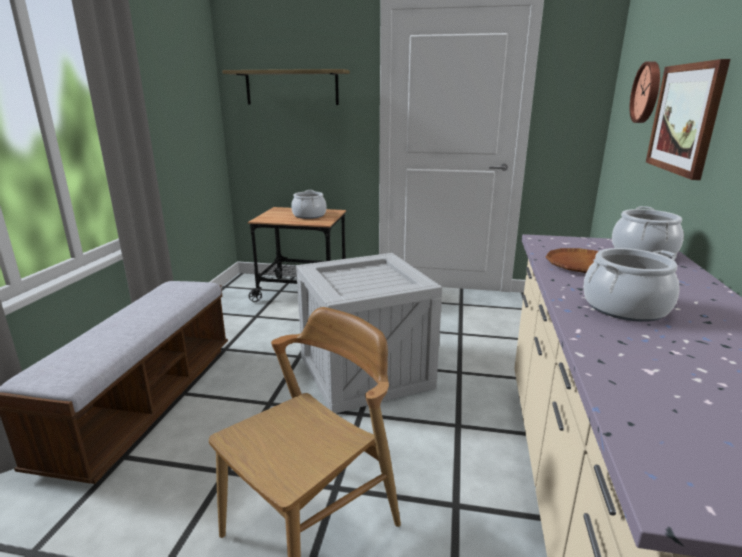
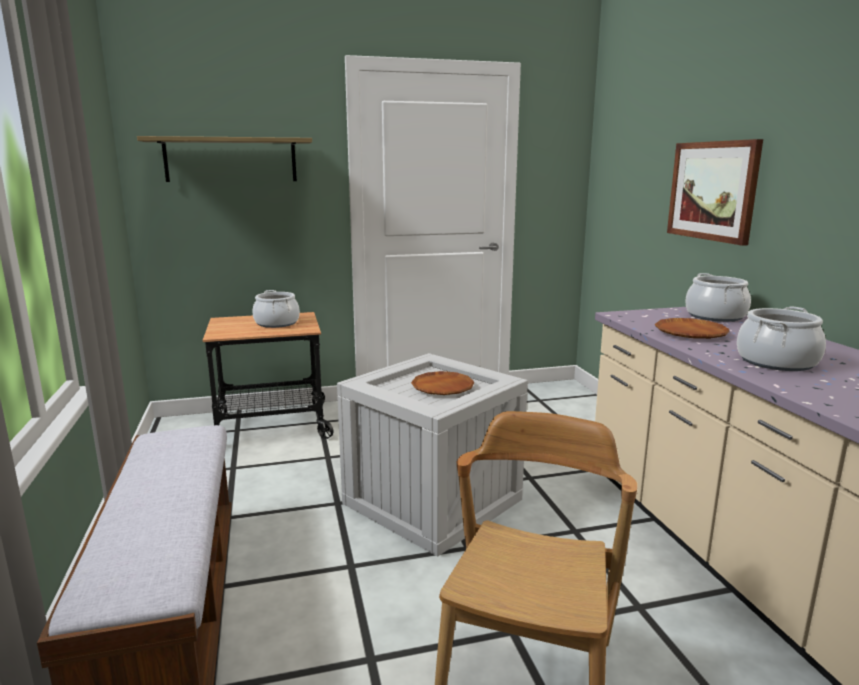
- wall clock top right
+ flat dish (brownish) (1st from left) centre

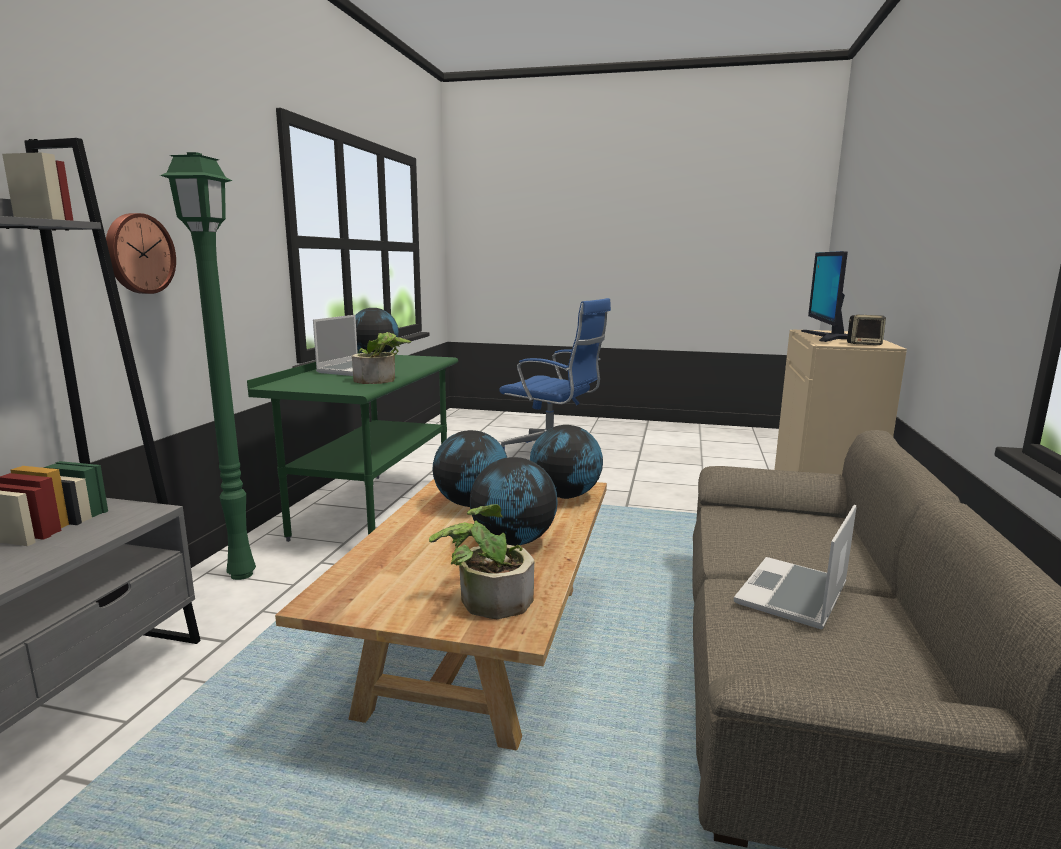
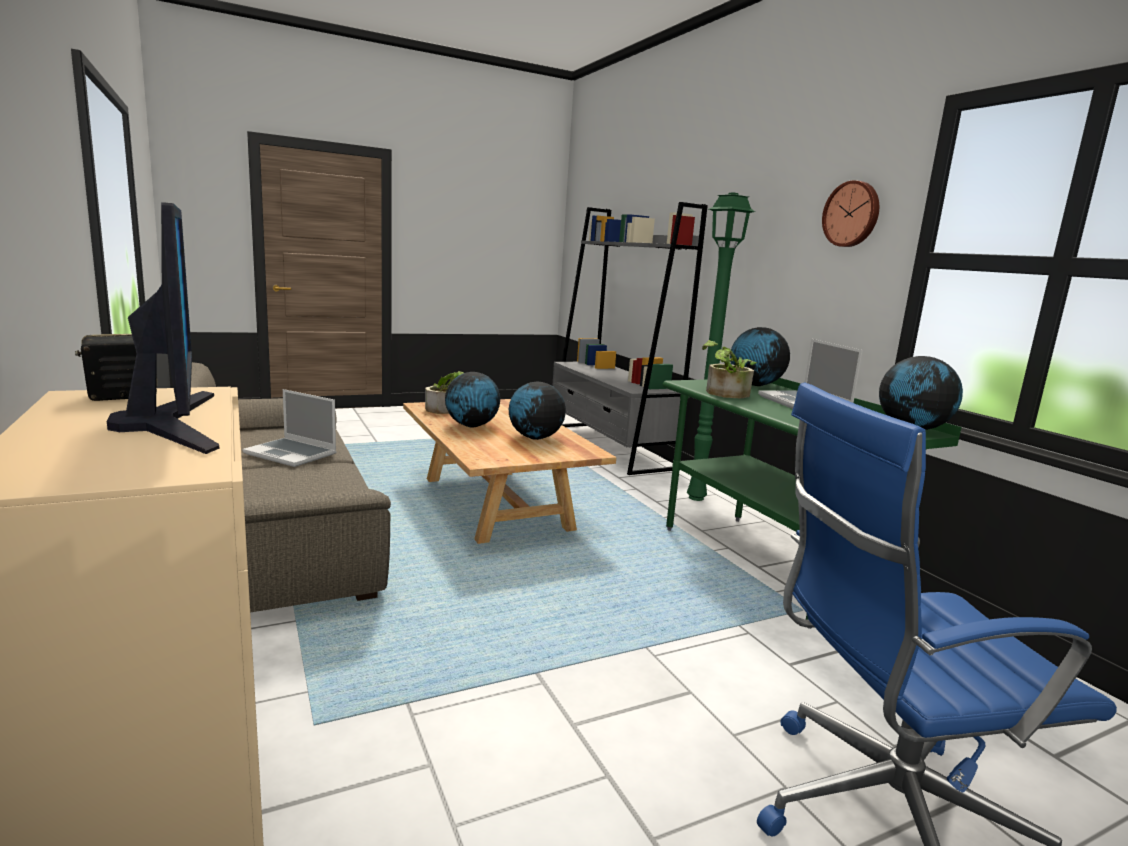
~ wall clock top left to top right
~ world globe (4th from left in the first image) centre to world globe (3rd from left) middle right
~ laptop (2nd from left in the first image) bottom right = middle left 120 degrees clockwise

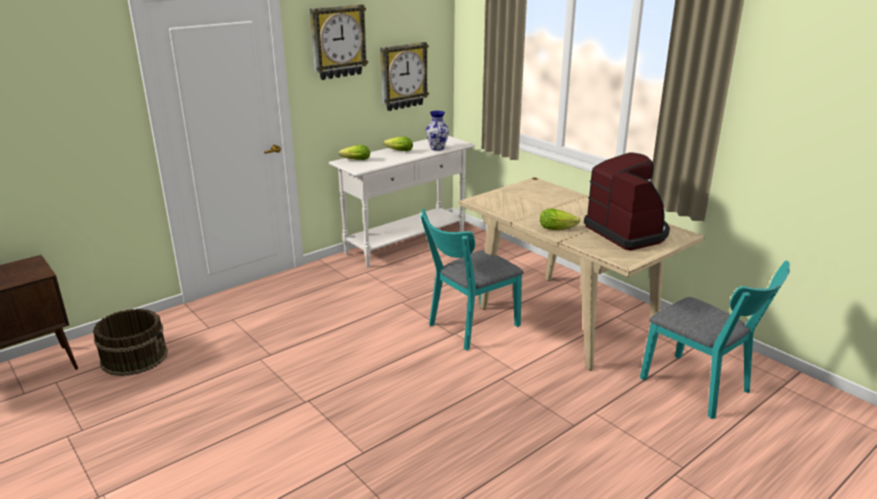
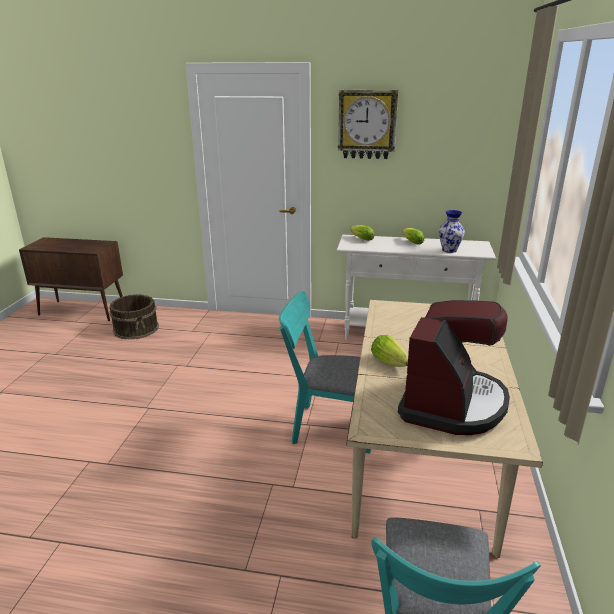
- wall clock (2nd from left) top centre

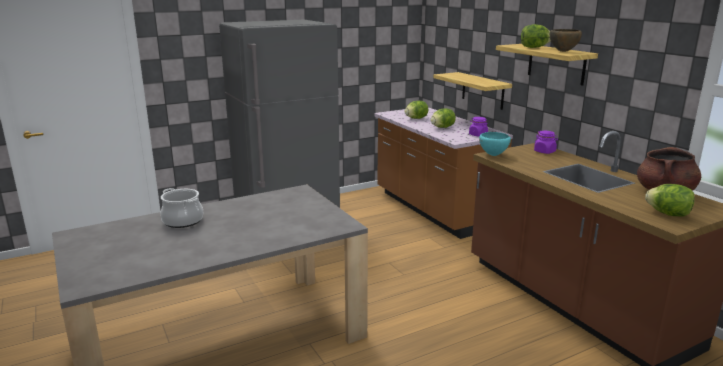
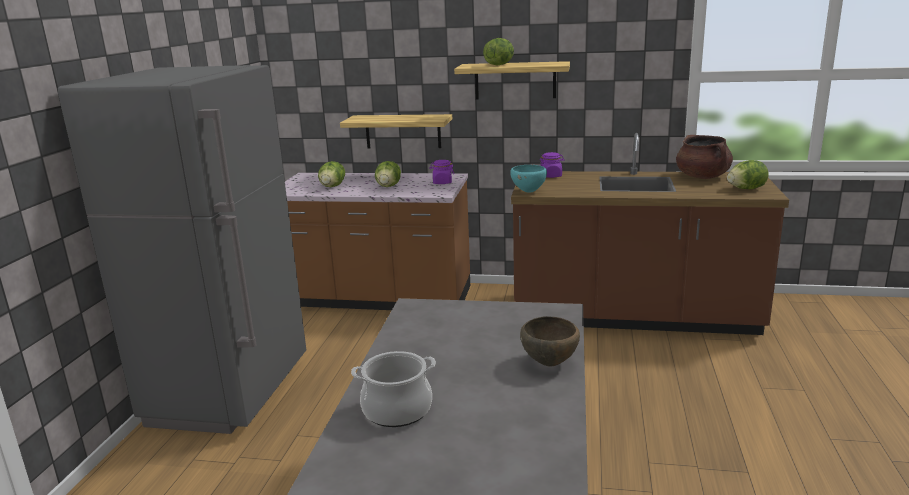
~ serving bowl (brownish) top right to bottom centre

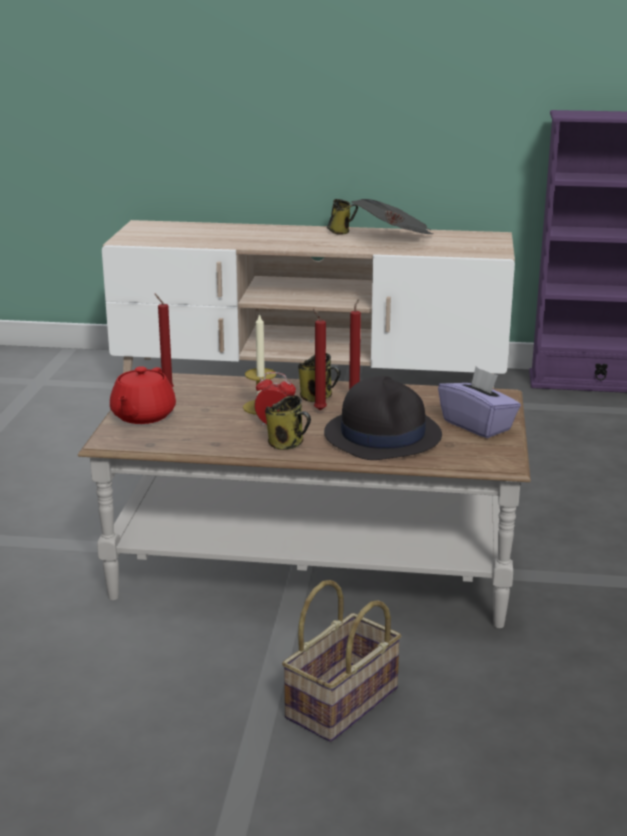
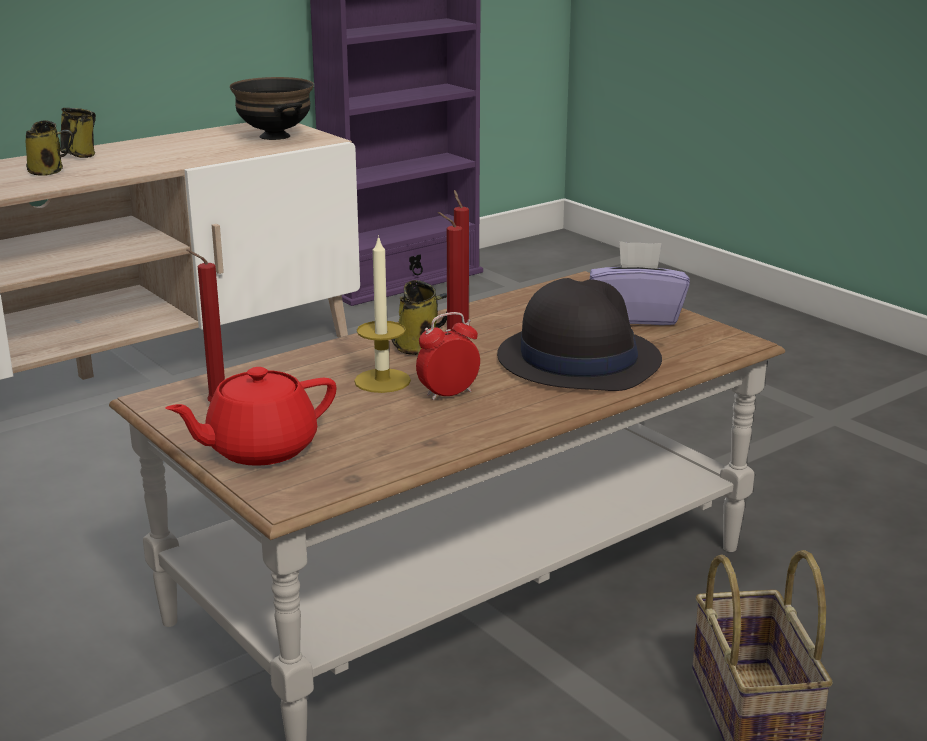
- newspaper top centre
~ teapot (red) middle left = middle left 90 degrees clockwise
~ coffee mug (1st from left) centre to top left
+ serving bowl (blackish) top left

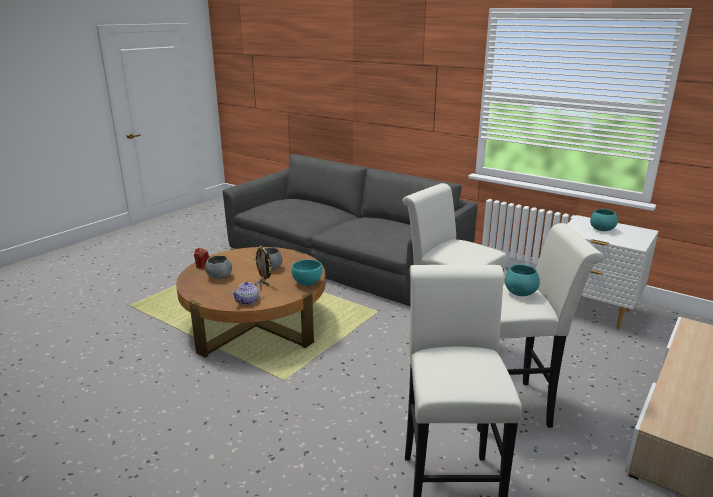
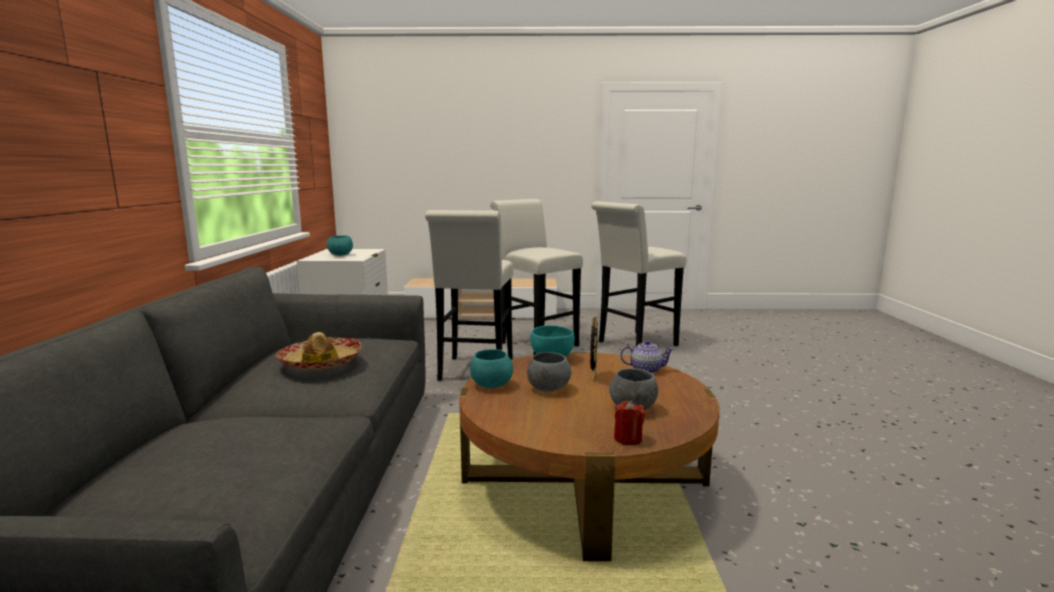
~ serving bowl (blue-green) (2nd from left) middle right to centre
+ clothing hat middle left

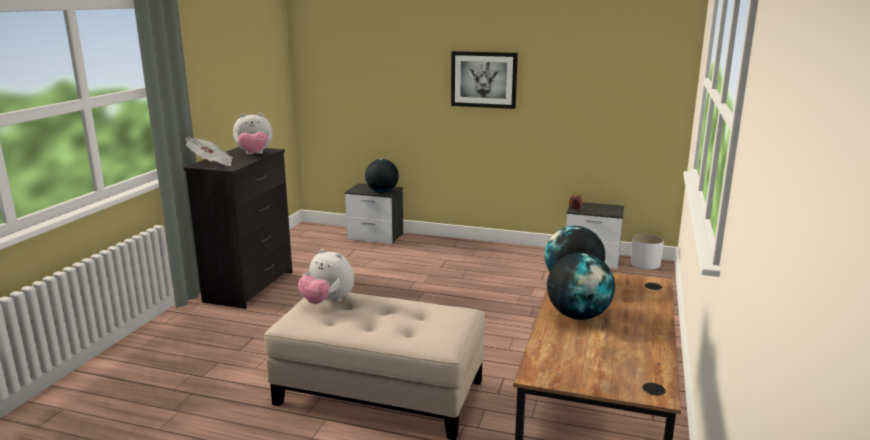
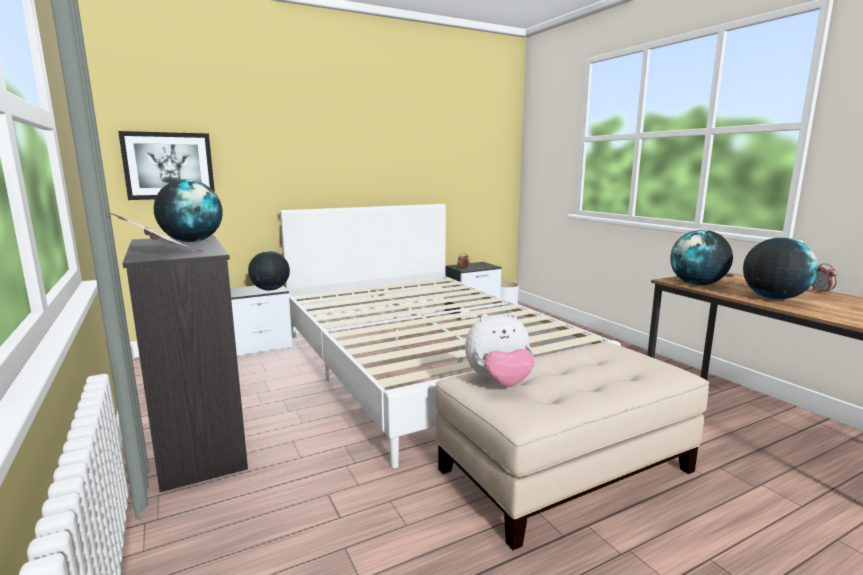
~ wall art top centre to top left
~ plush toy (1st from left) top left to world globe (1st from left) middle left
+ bed (white) centre
+ bedside clock (2nd from left) middle right

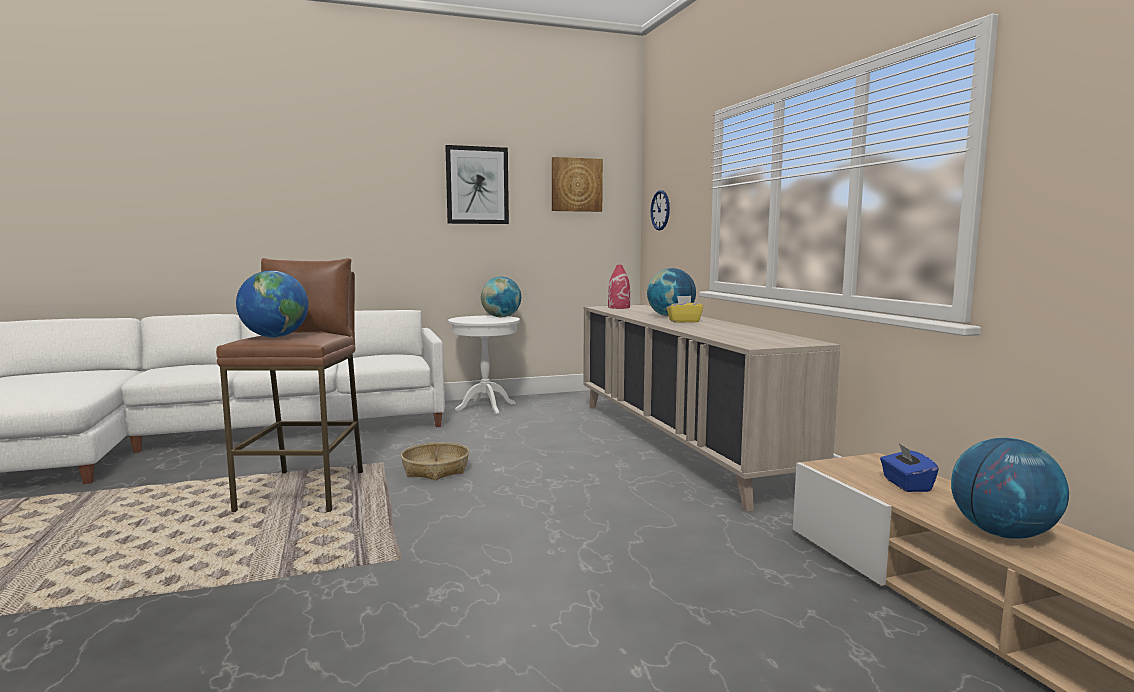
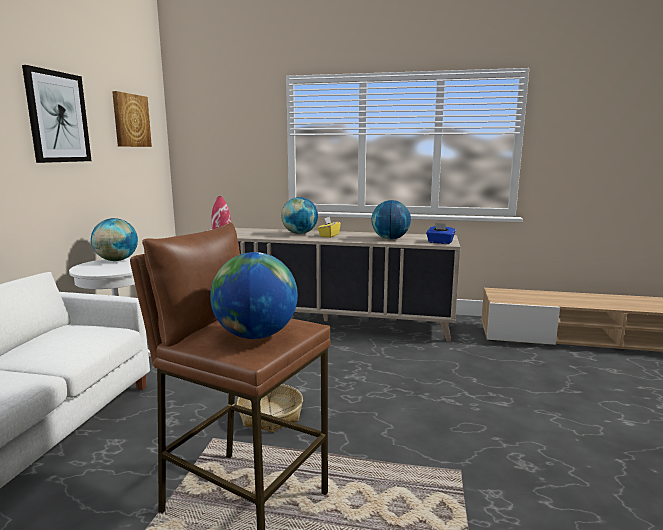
- wall clock top centre
~ world globe (4th from left) bottom right to centre
~ tissue holder (blue-coloured) bottom right to centre

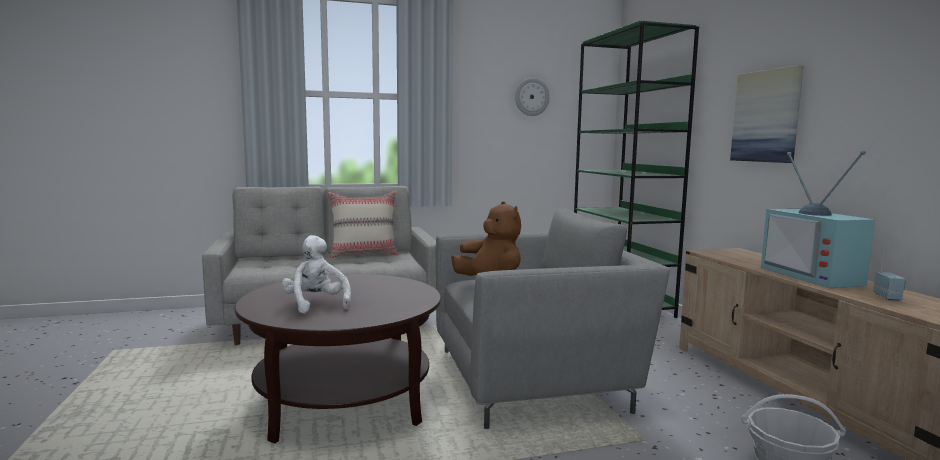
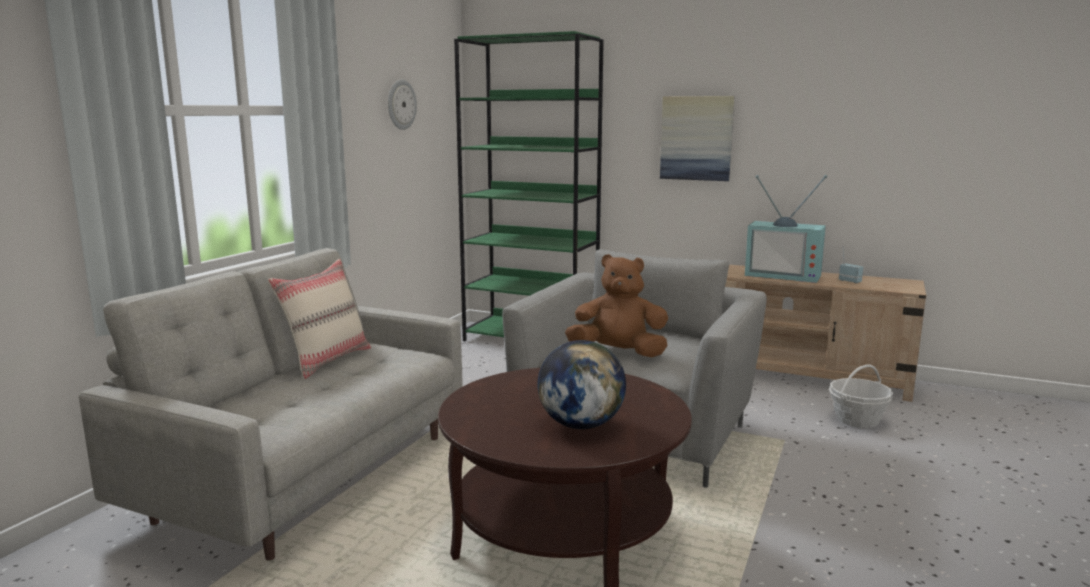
~ plush toy (white) centre to world globe centre

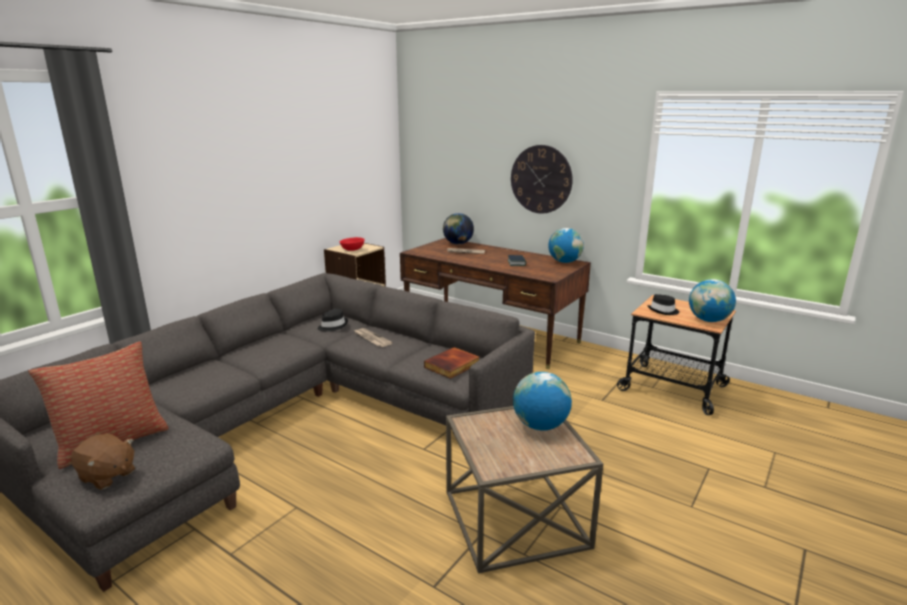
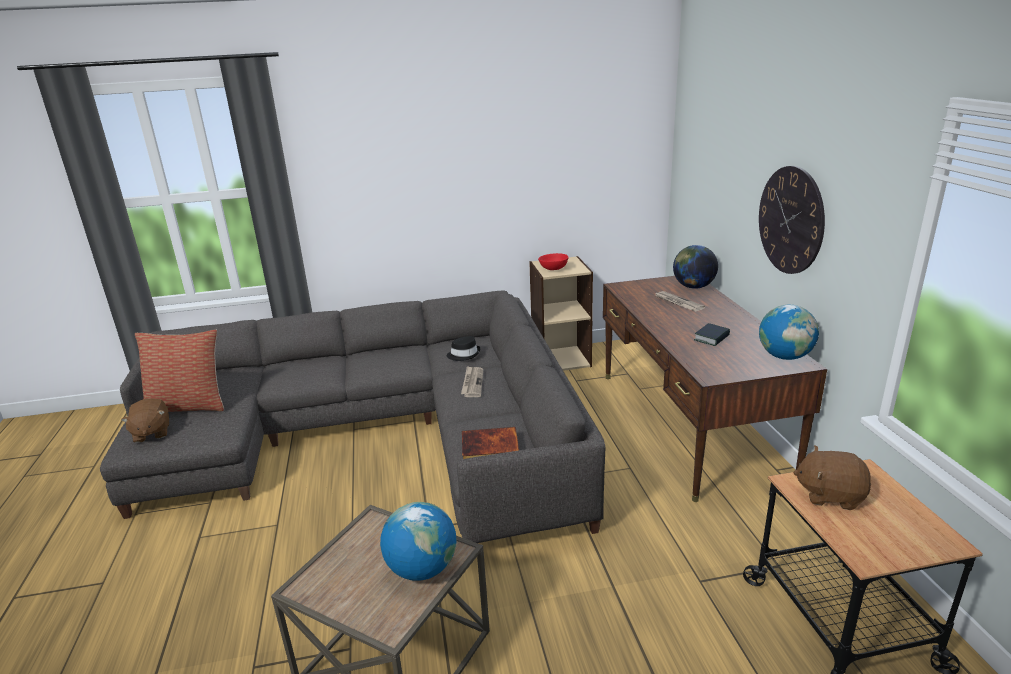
- world globe (4th from left) middle right
~ clothing hat (blackish) (2nd from left) middle right to plush toy (brownish) (2nd from left) bottom right

